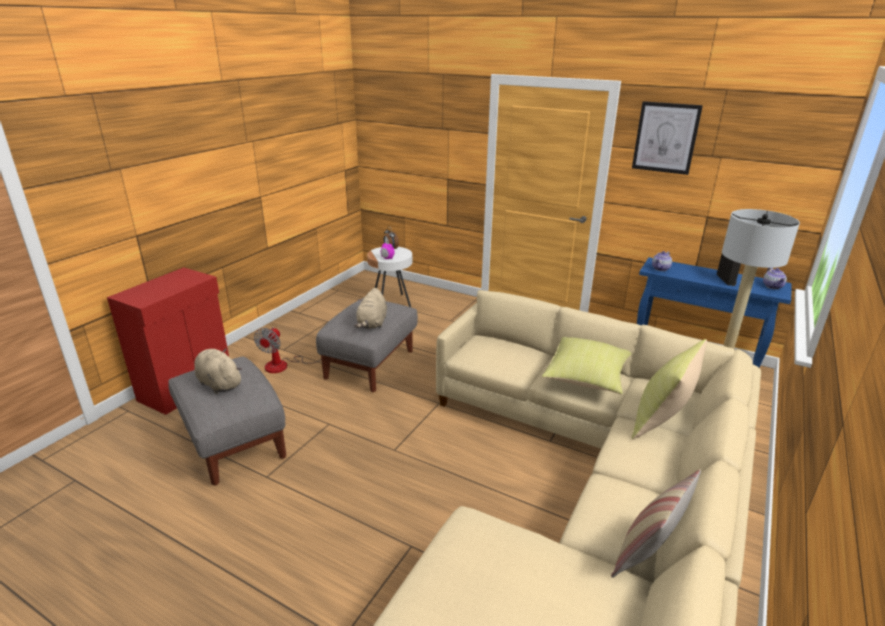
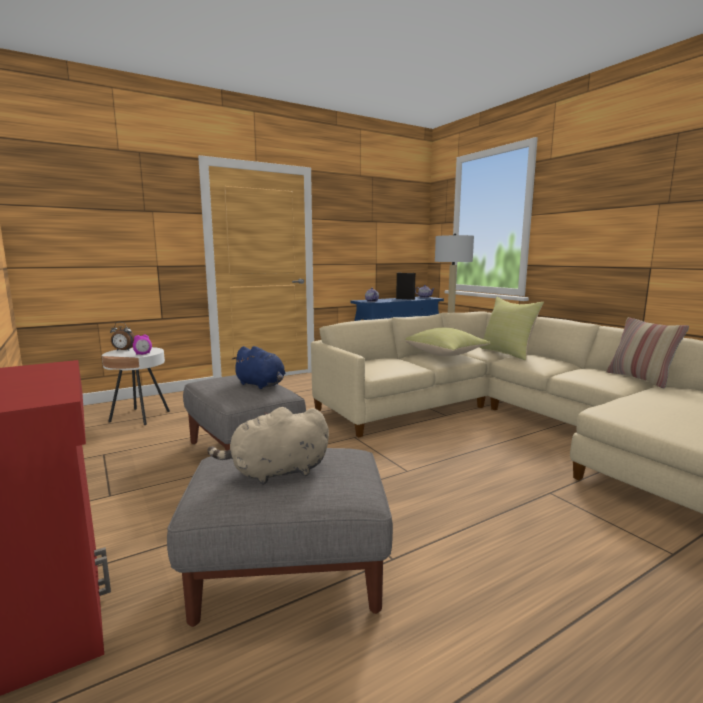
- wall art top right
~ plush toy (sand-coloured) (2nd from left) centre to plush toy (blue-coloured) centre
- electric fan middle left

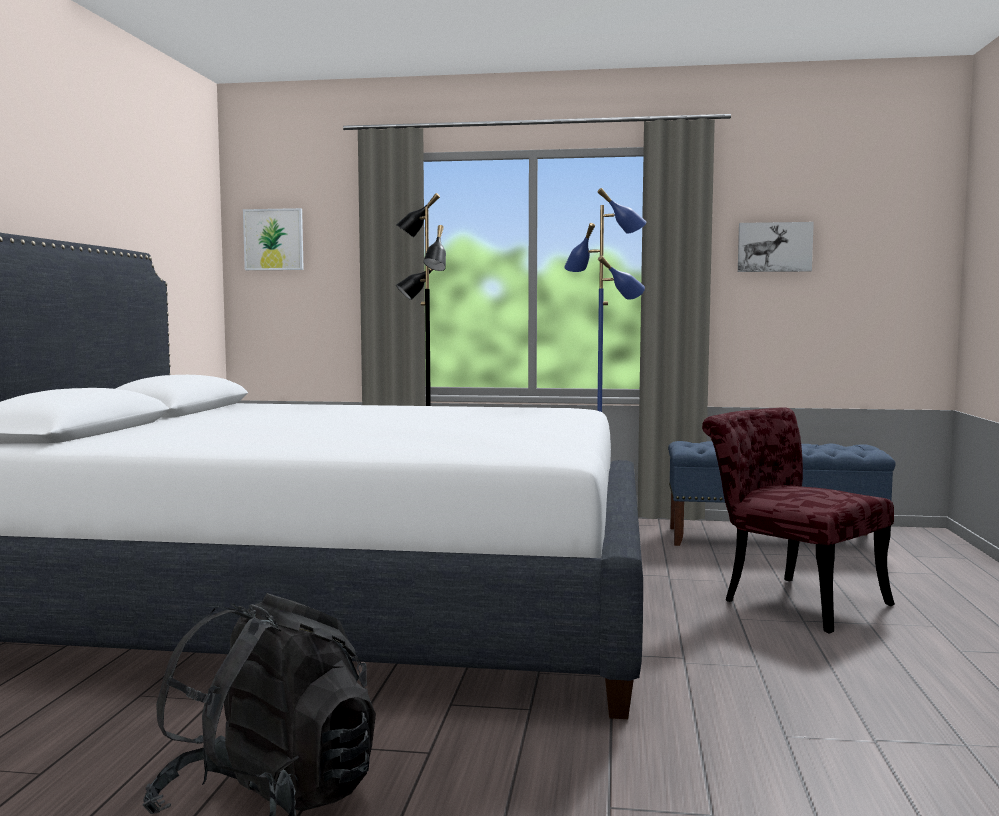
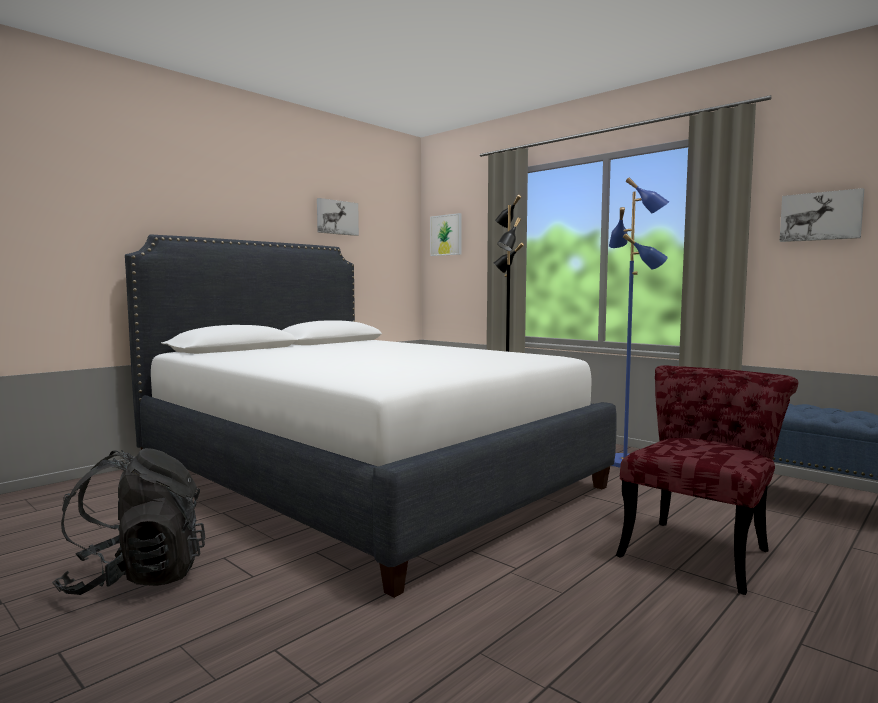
~ chair (red) middle right = bottom right 45 degrees clockwise
+ wall art (1st from left) top centre

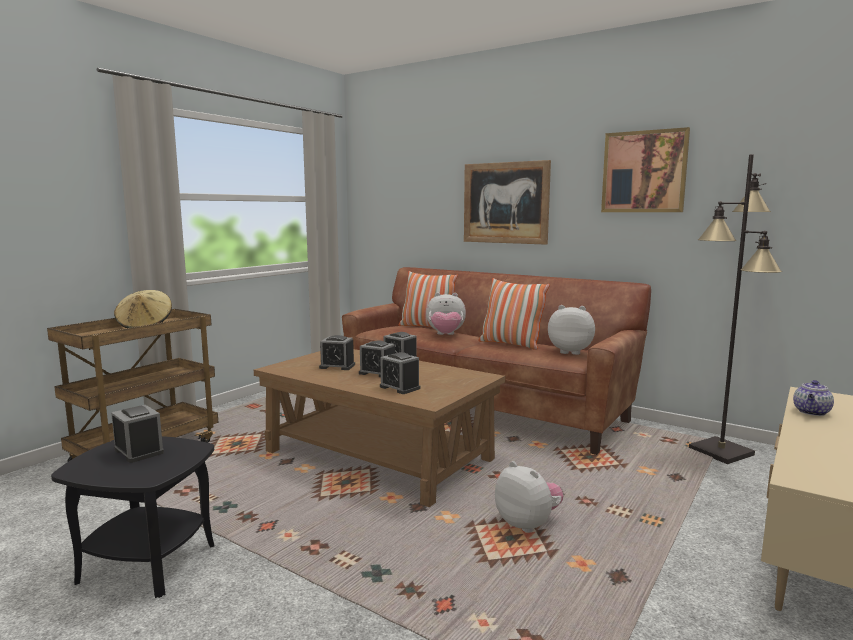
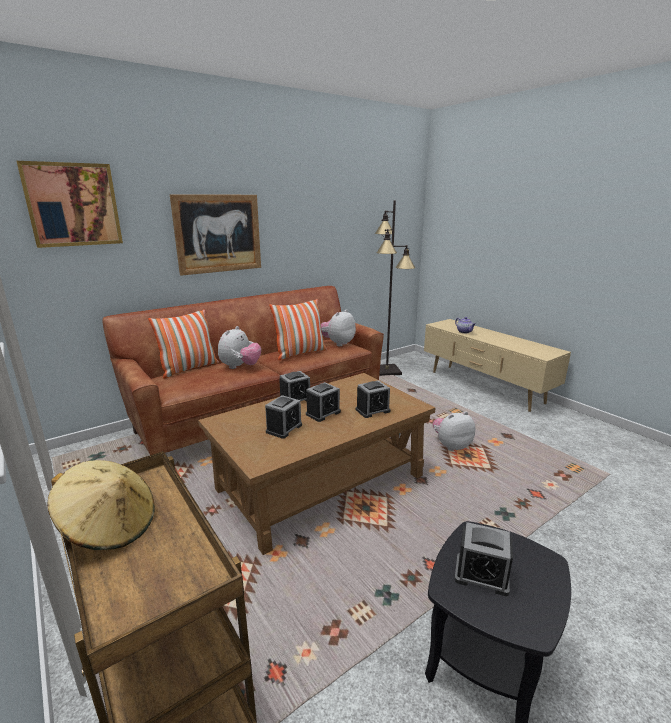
~ wall art (2nd from left in the first image) top right to wall art (1st from left) top left
~ bedside clock (1st from left in the first image) bottom left = bottom right 135 degrees counterclockwise

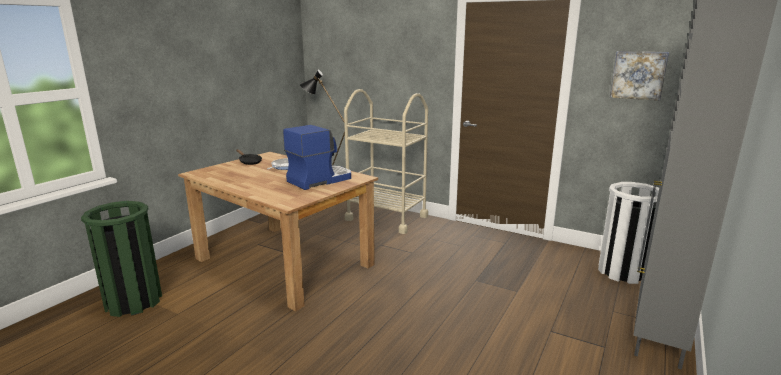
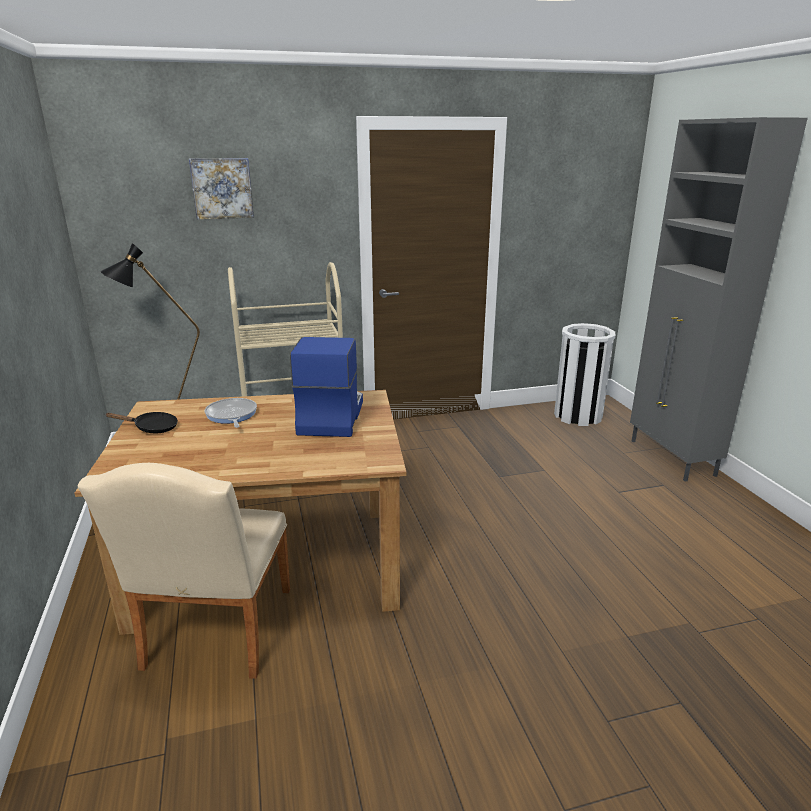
~ wall art top right to top left
- trash can (green) bottom left
+ chair (sand-coloured) bottom left

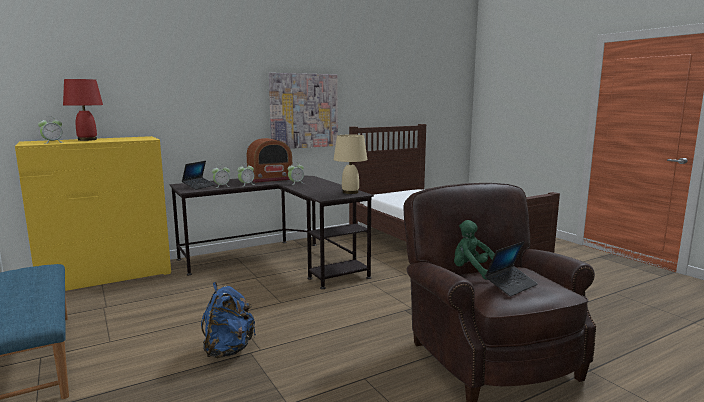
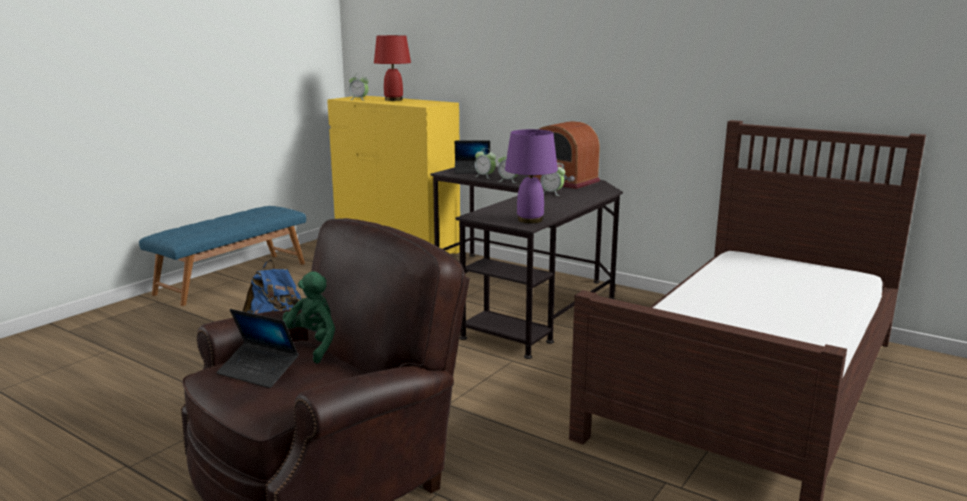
- wall art top centre
~ table lamp (sand-coloured) centre to table lamp (purplish) centre

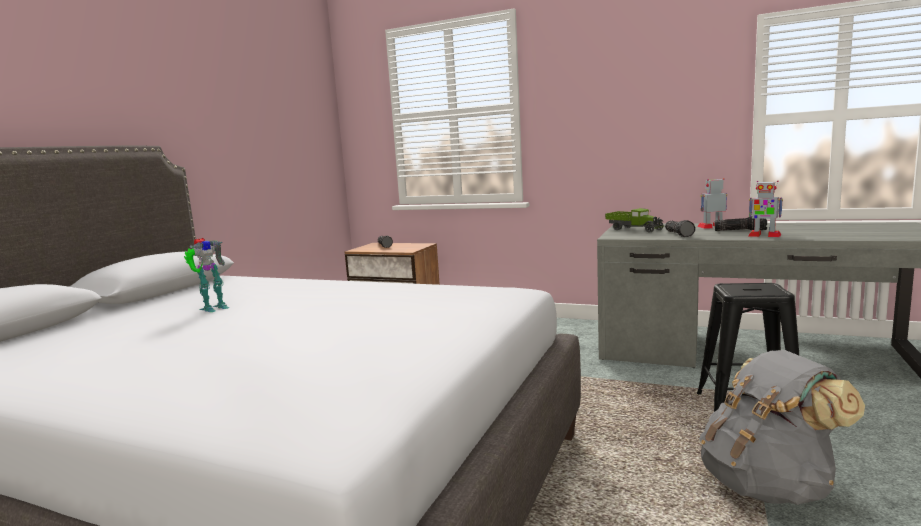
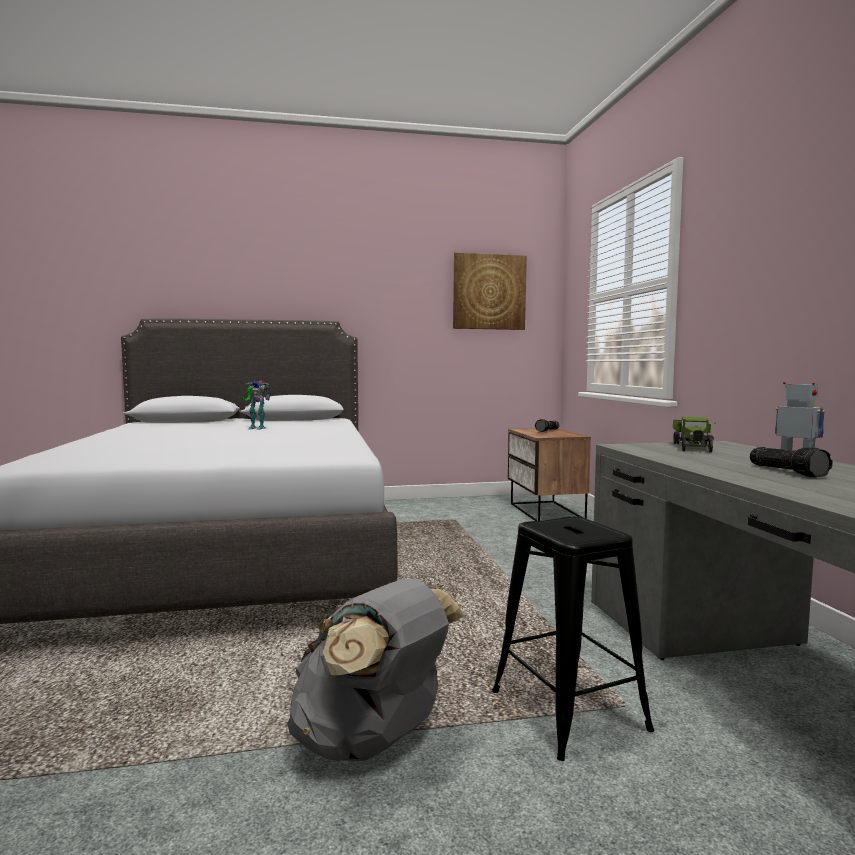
- robot figure (3rd from left) middle right
- flashlight (2nd from left) middle right
+ wall art centre

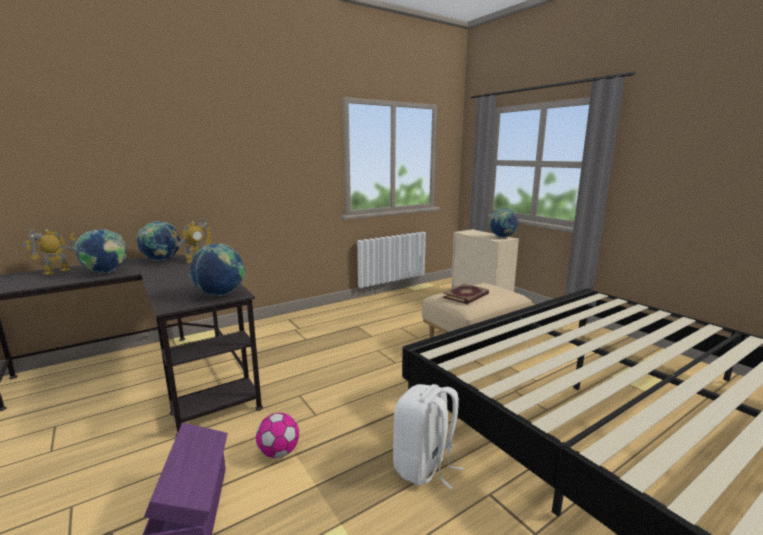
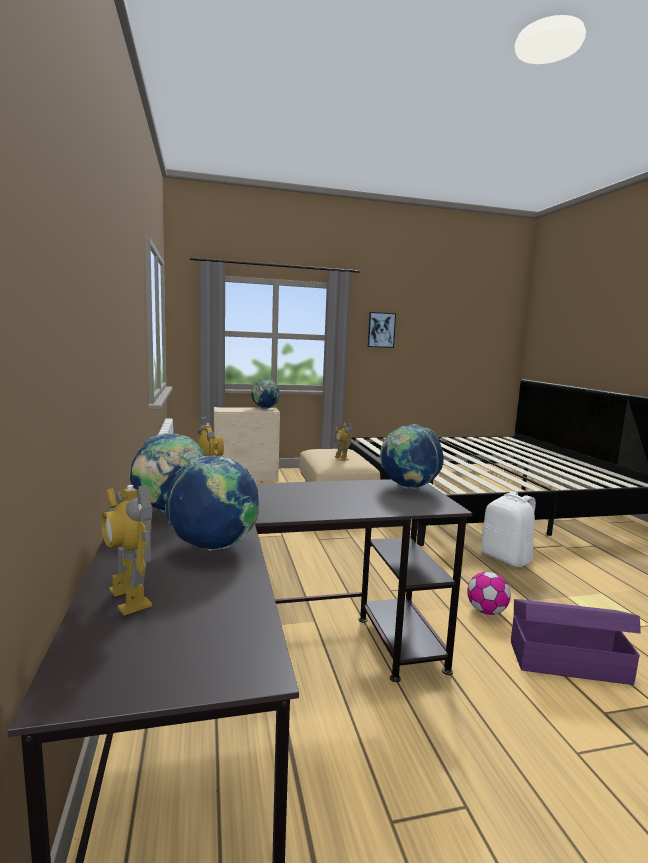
~ book centre to robot figure (3rd from left) centre
+ wall art centre

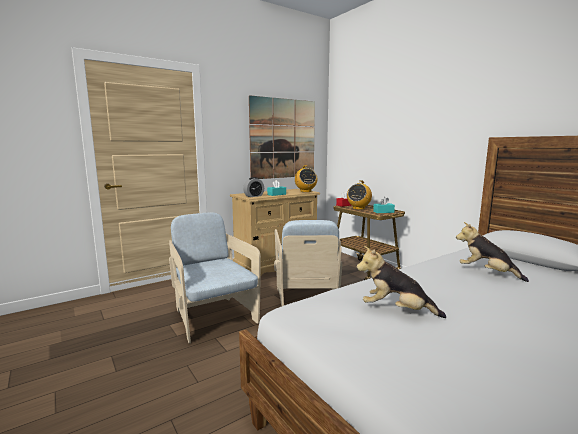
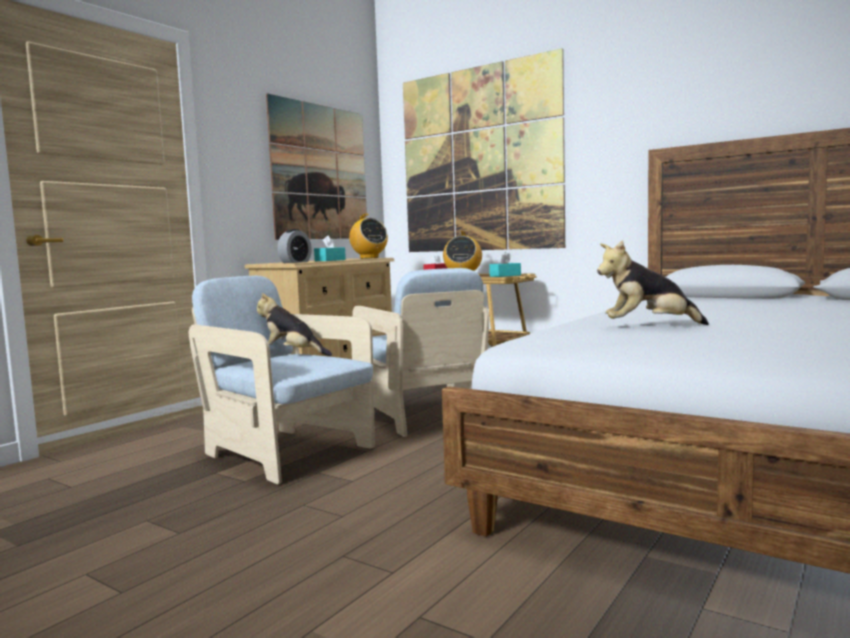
~ plush toy (2nd from left in the first image) middle right to plush toy (1st from left) centre
+ wall art (2nd from left) top centre

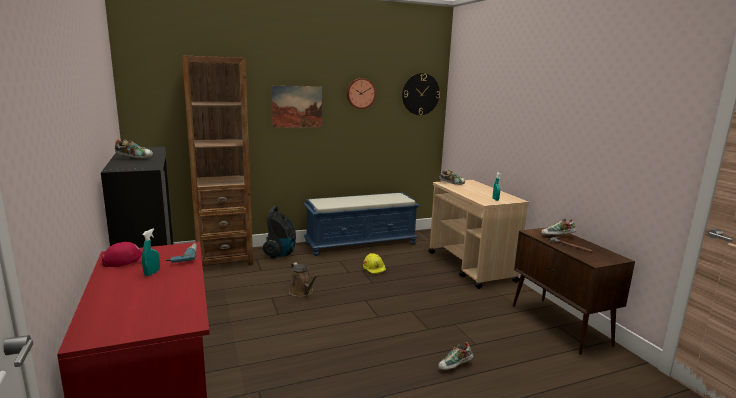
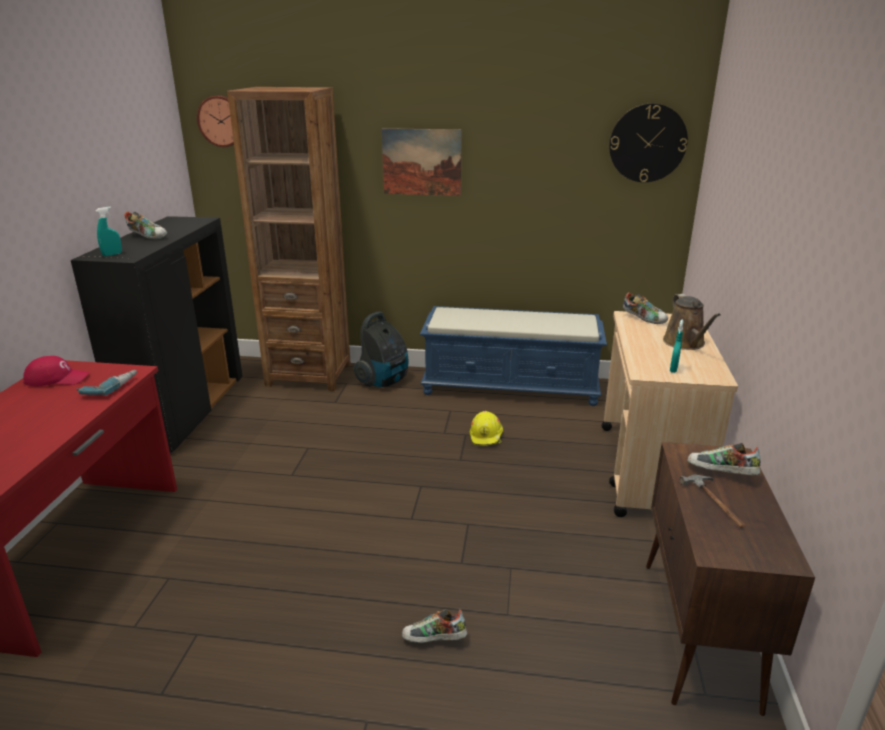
~ wall clock (1st from left) top centre to top left
~ sprayer (blue-green) (1st from left) middle left to top left
~ watering pot (brownish) bottom centre to middle right

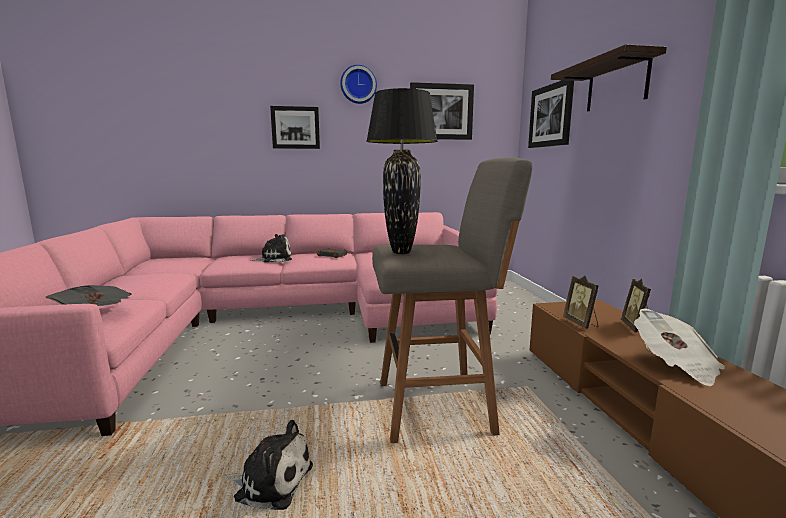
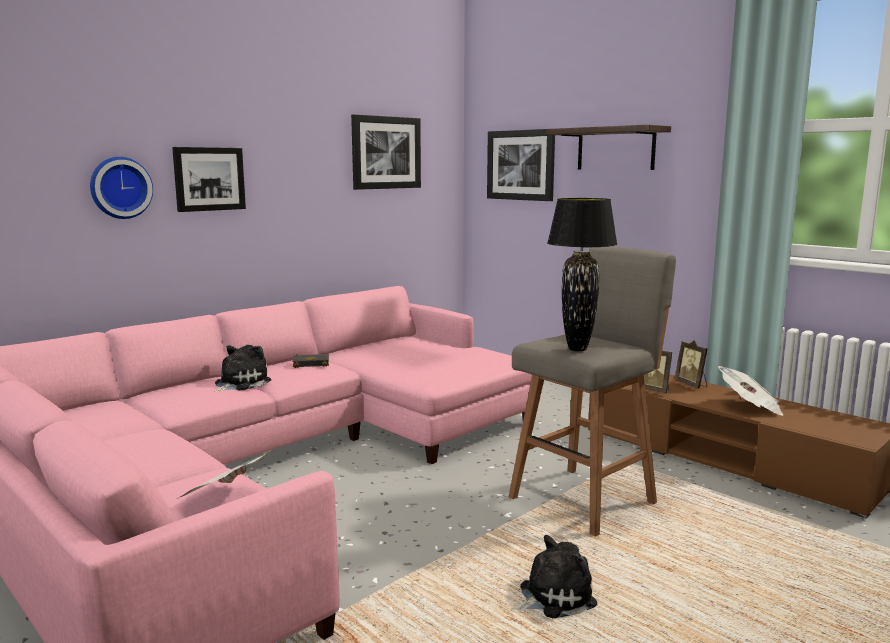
~ wall clock top centre to top left

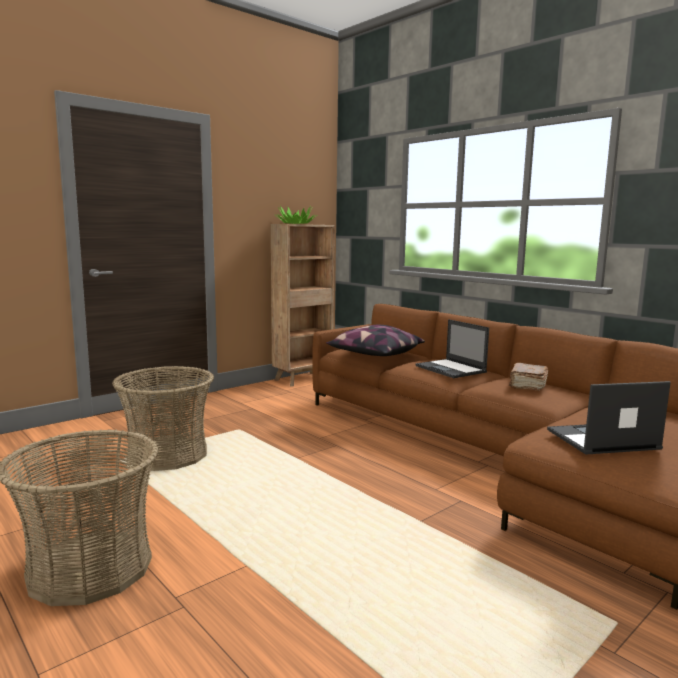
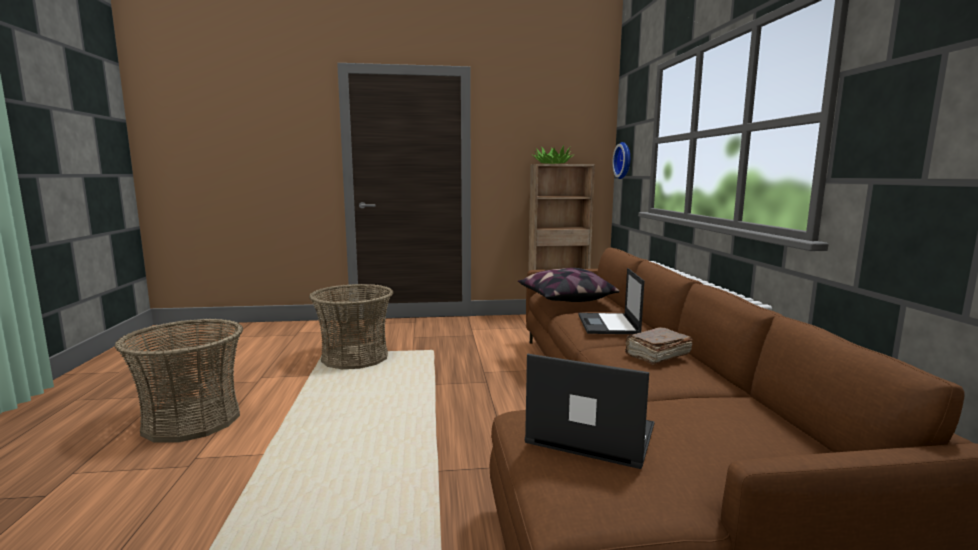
+ wall clock top centre

